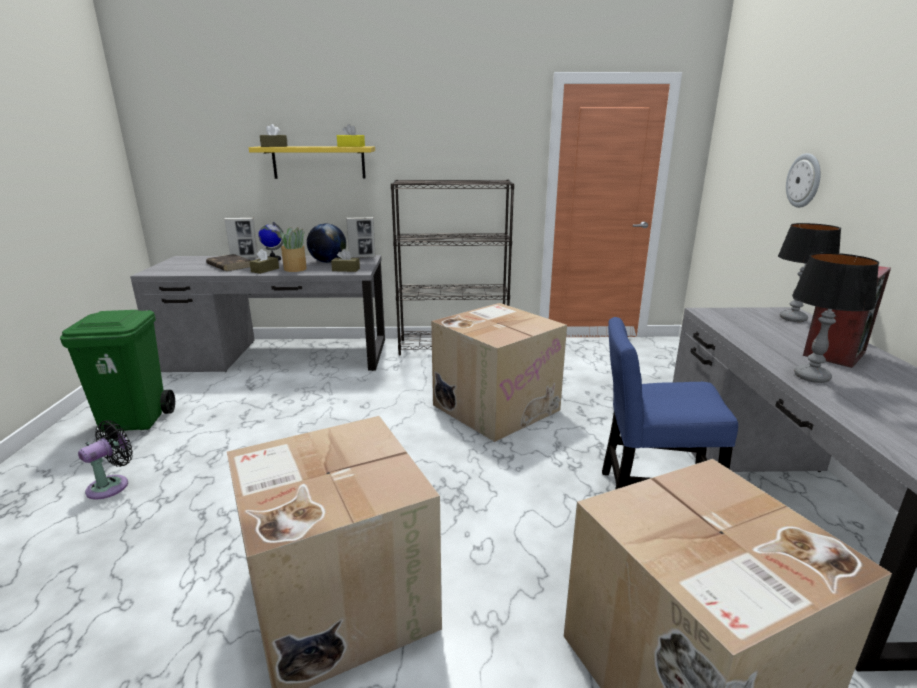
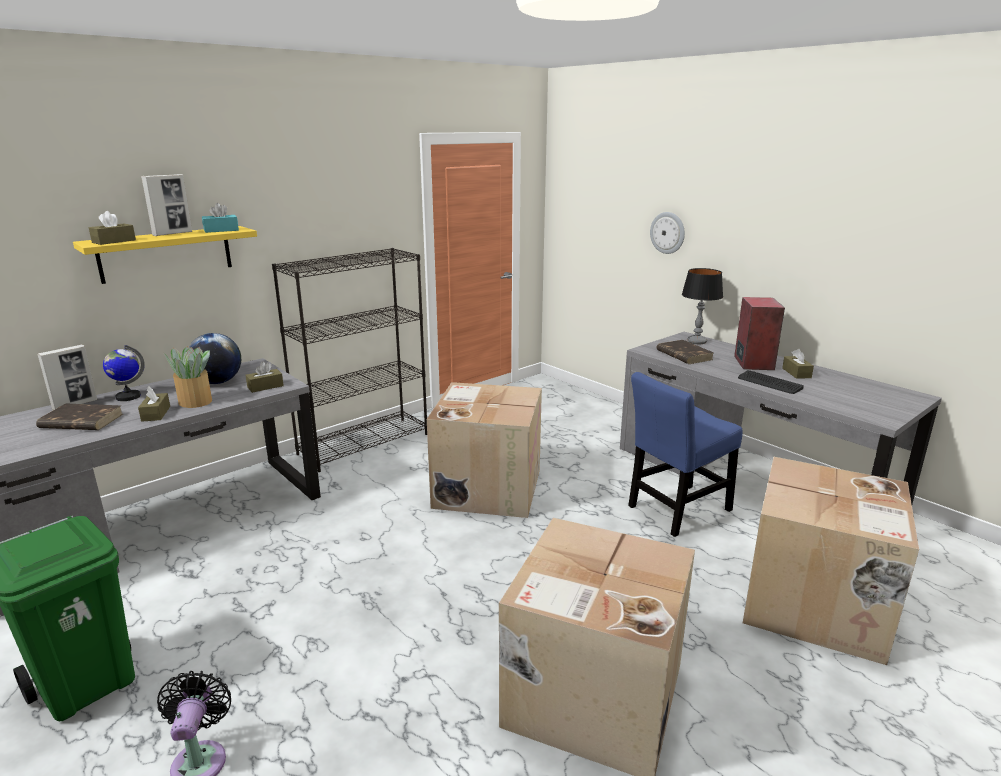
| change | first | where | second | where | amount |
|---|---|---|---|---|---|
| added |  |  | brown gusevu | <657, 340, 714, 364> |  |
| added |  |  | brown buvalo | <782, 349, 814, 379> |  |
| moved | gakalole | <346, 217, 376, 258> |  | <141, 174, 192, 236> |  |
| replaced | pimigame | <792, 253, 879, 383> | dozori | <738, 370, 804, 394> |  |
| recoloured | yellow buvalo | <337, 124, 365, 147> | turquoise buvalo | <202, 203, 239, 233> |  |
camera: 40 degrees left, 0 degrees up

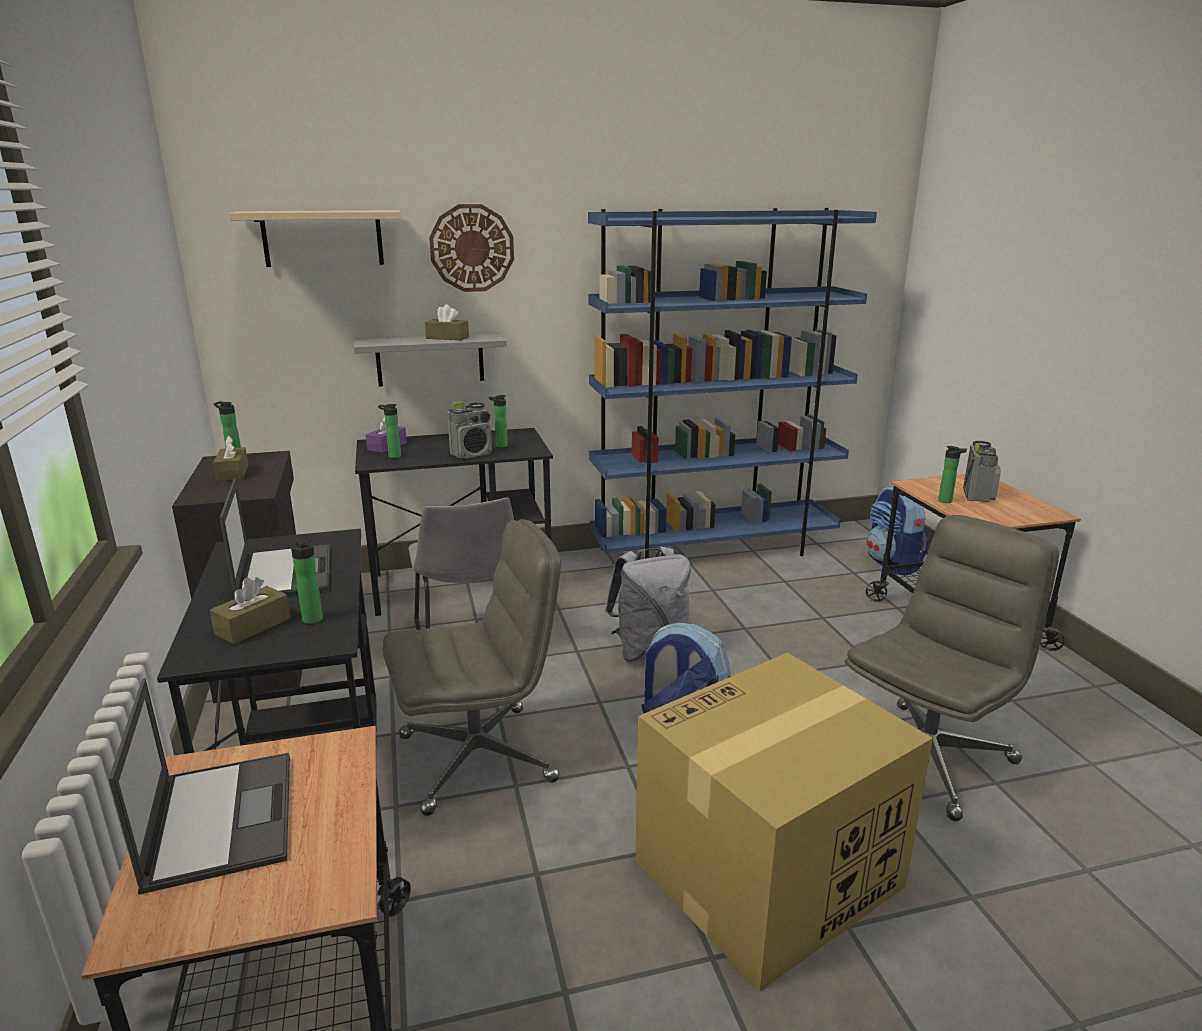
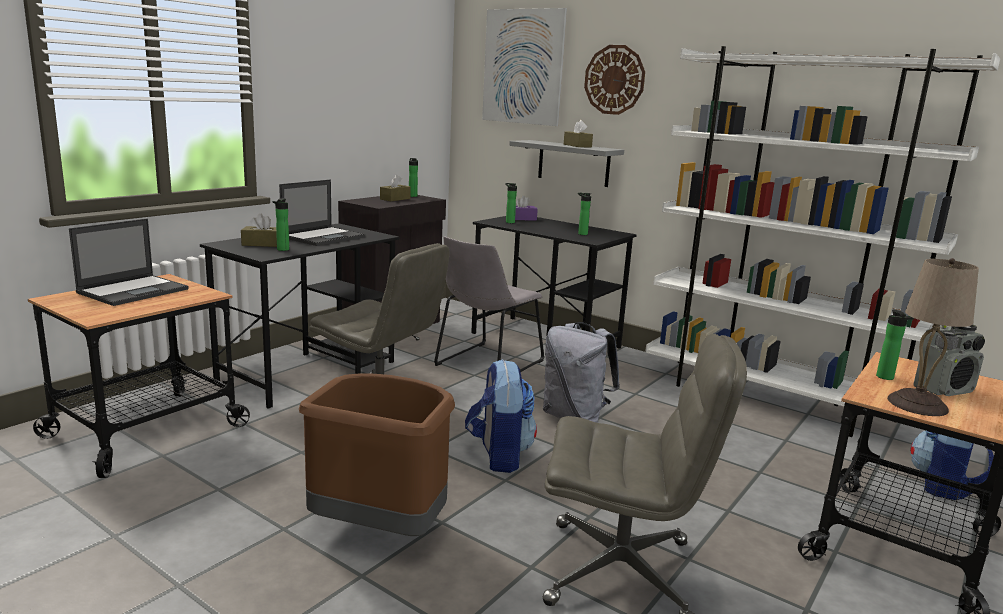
| change | first | where | second | where | amount |
|---|---|---|---|---|---|
| removed | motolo | <447, 402, 492, 459> |  |  |  |
| added |  |  | beige pimigame | <887, 258, 979, 416> |  |
| replaced | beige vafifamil | <229, 210, 401, 267> | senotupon | <482, 8, 567, 126> |  |
| replaced | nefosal | <636, 653, 933, 991> | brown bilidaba | <299, 373, 455, 536> |  |
| recoloured | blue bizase | <588, 208, 877, 559> | white bizase | <645, 46, 1000, 437> |  |
camera: 50 degrees right, 5 degrees down

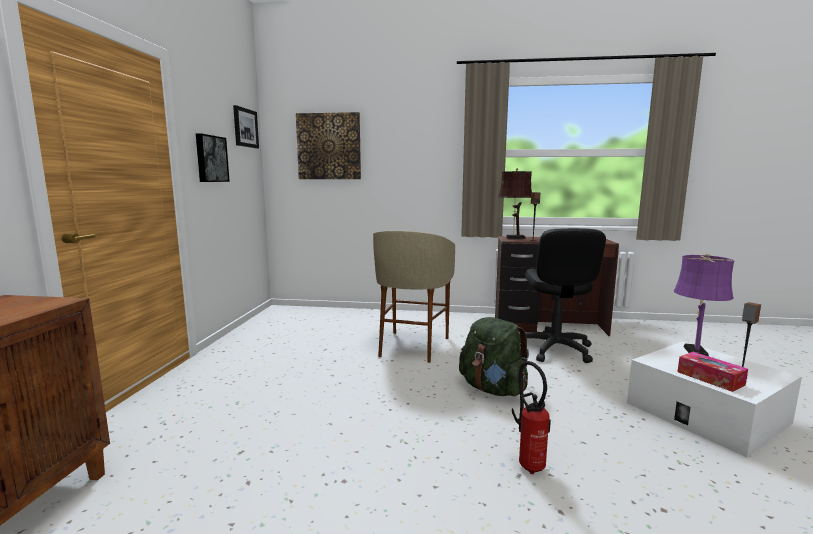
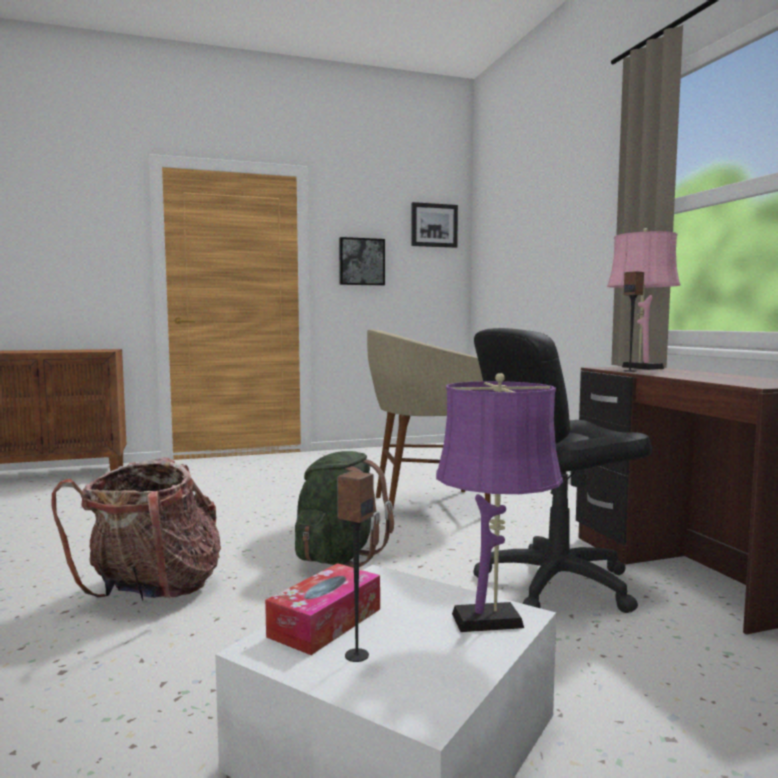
| change | first | where | second | where | amount |
|---|---|---|---|---|---|
| removed | senotupon | <296, 112, 361, 179> |  |  |  |
| replaced | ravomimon | <512, 361, 551, 474> | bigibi | <51, 457, 221, 601> |  |
| recoloured | brown pimigame | <498, 168, 532, 239> | pink pimigame | <607, 228, 681, 370> |  |
camera: 65 degrees right, 5 degrees down

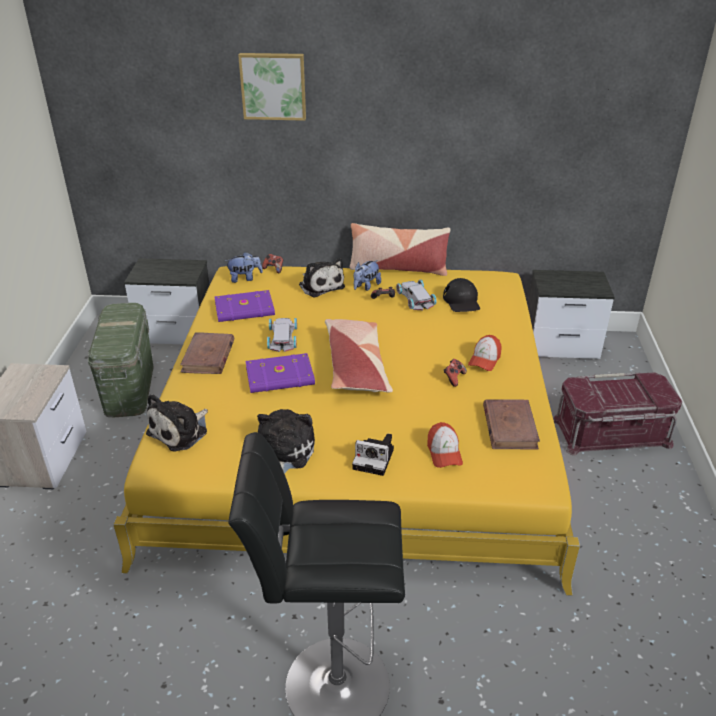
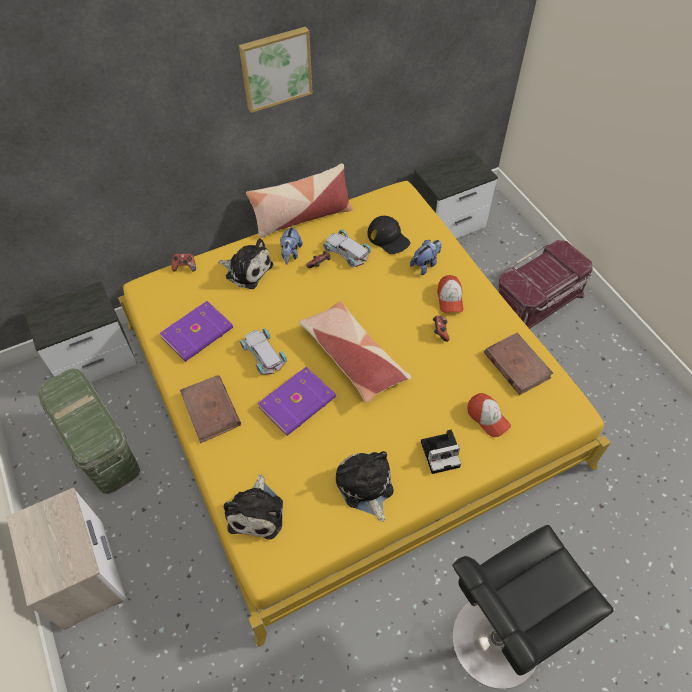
| change | first | where | second | where | amount |
|---|---|---|---|---|---|
| moved | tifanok | <225, 252, 263, 283> |  | <410, 240, 442, 275> |  |
| moved | senotupon | <238, 53, 306, 121> |  | <239, 26, 313, 113> |  |
camera: 30 degrees left, 20 degrees up

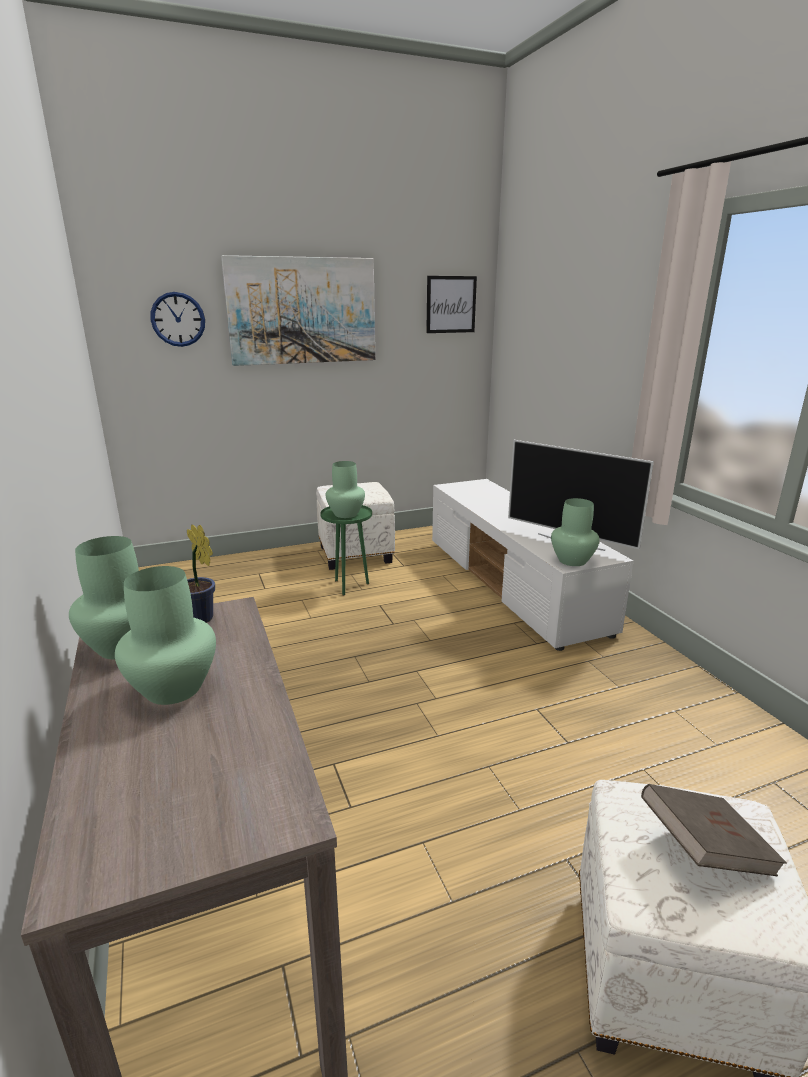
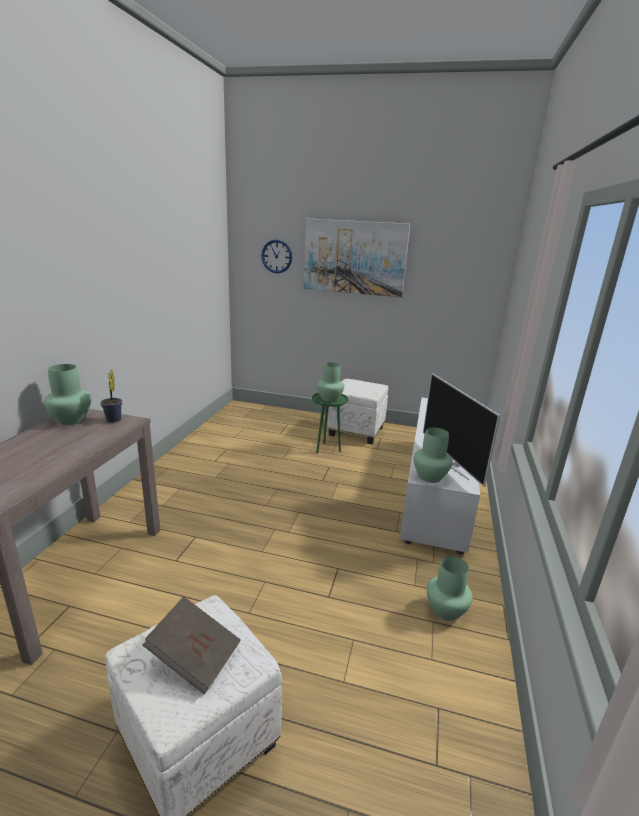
| change | first | where | second | where | amount |
|---|---|---|---|---|---|
| removed | senotupon | <426, 276, 477, 333> |  |  |  |
| moved | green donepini | <115, 566, 216, 705> |  | <427, 556, 473, 621> |  |
camera: 35 degrees right, 0 degrees up

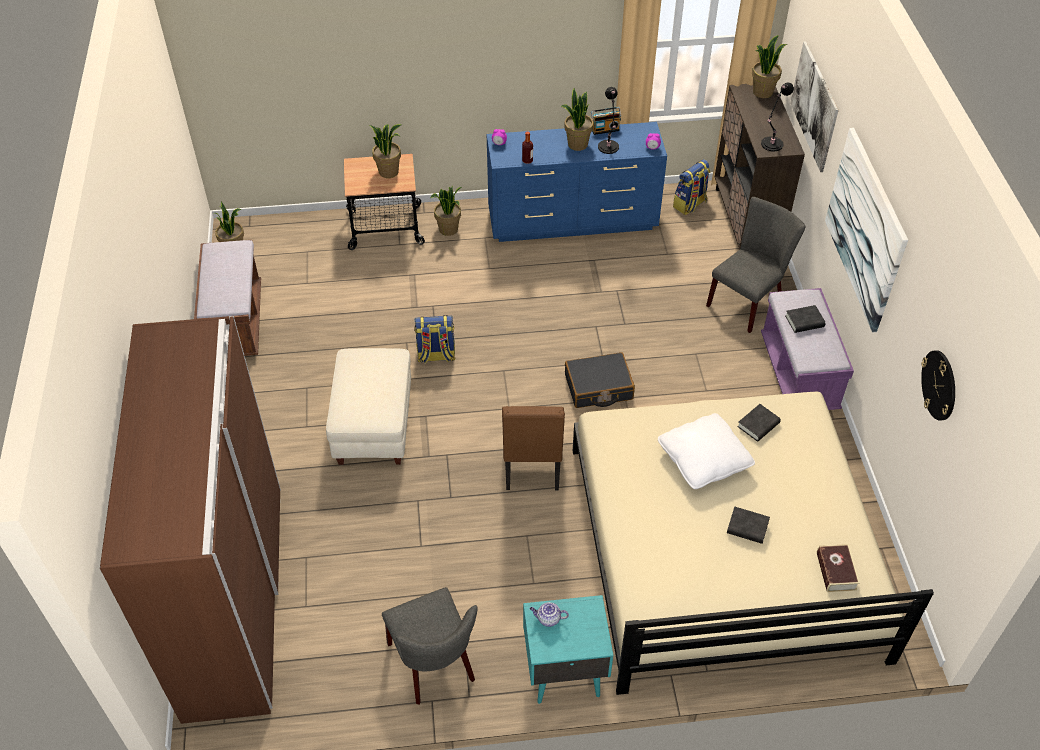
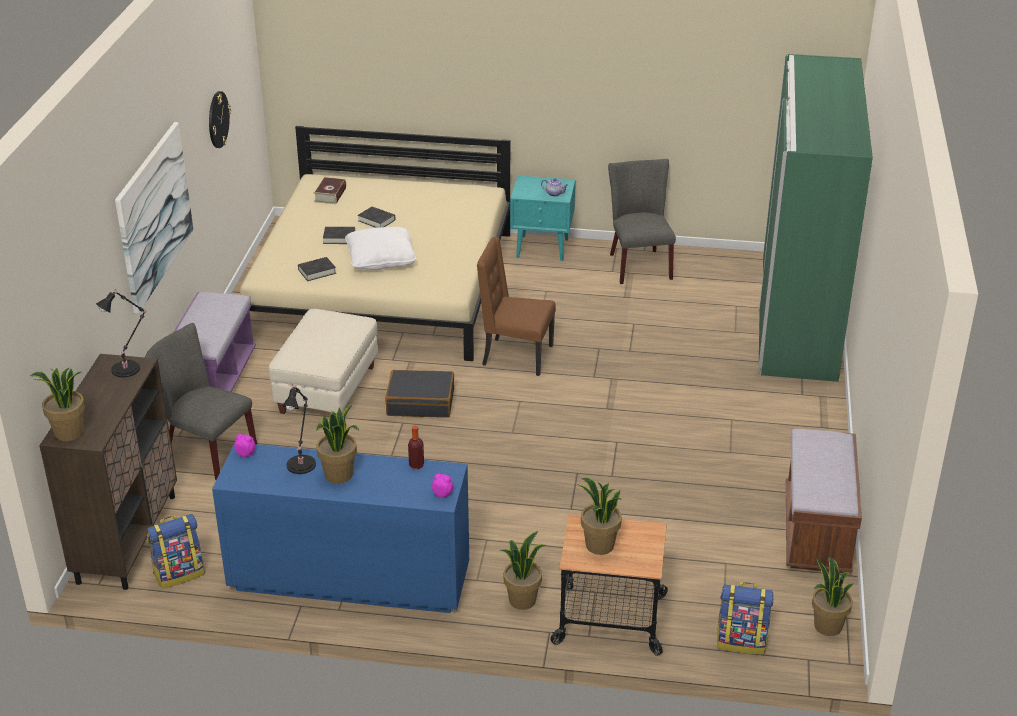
| change | first | where | second | where | amount |
|---|---|---|---|---|---|
| removed | motolo | <591, 107, 621, 135> |  |  |  |
| removed | senotupon | <790, 42, 839, 172> |  |  |  |
| moved | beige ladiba | <326, 348, 411, 465> |  | <269, 309, 378, 414> |  |
| moved | bigibi | <414, 315, 456, 364> |  | <717, 582, 774, 655> |  |
| moved | black gusevu | <785, 305, 826, 333> |  | <323, 227, 355, 244> |  |
| recoloured | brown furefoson | <100, 316, 281, 724> | green furefoson | <758, 54, 873, 382> |  |
| turned | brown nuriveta | <502, 406, 565, 490> |  | <477, 237, 556, 376> | 90 degrees counterclockwise |
| turned | grey nuriveta | <706, 197, 806, 333> |  | <145, 323, 257, 480> | 60 degrees clockwise |
camera: 165 degrees left, 15 degrees down

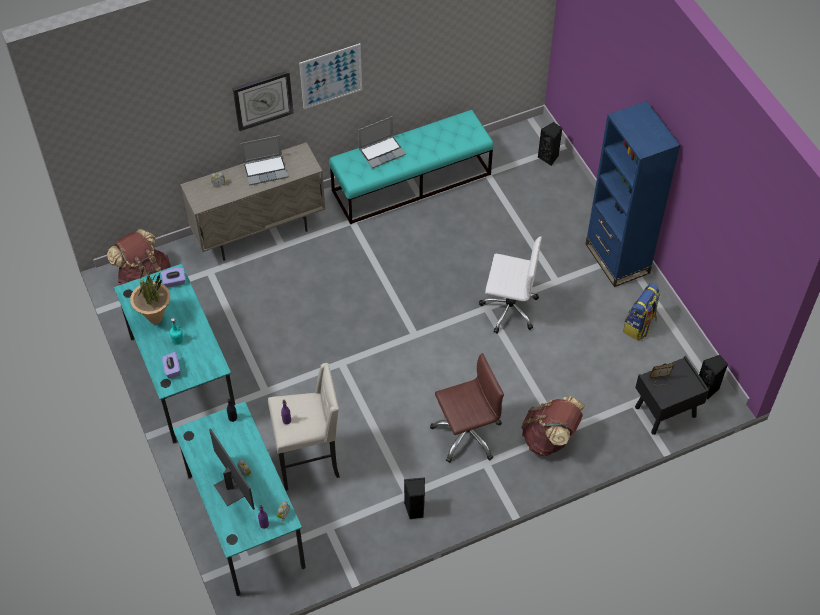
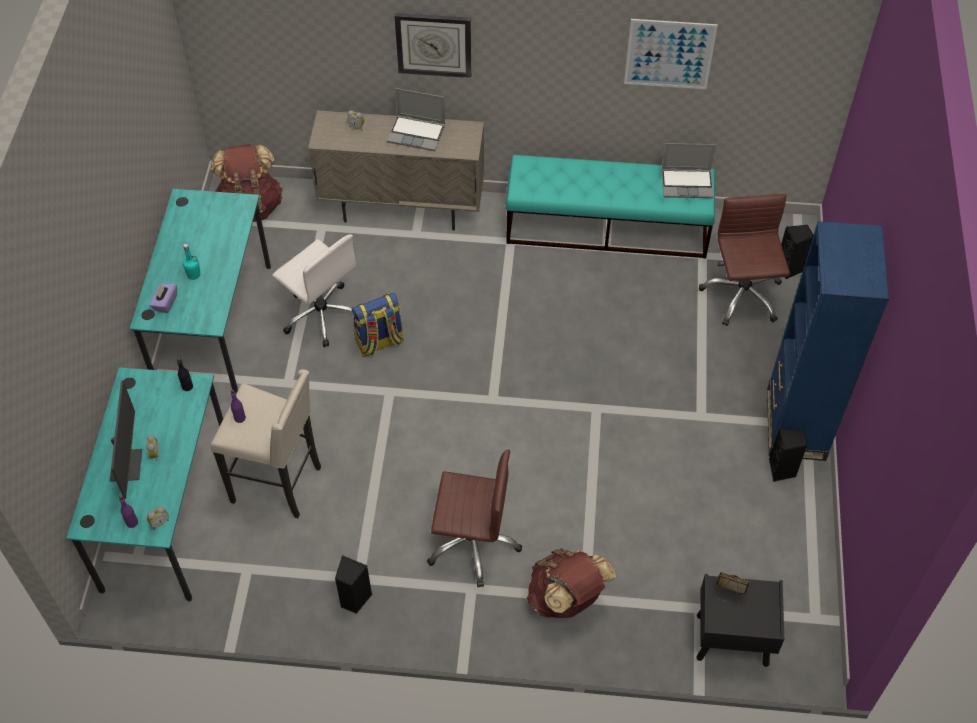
| change | first | where | second | where | amount |
|---|---|---|---|---|---|
| removed | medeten | <130, 266, 170, 324> |  |  |  |
| removed | purple buvalo | <161, 267, 186, 287> |  |  |  |
| added |  |  | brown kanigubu | <699, 194, 790, 326> |  |
| moved | senotupon | <299, 43, 362, 109> |  | <624, 19, 718, 89> |  |
| moved | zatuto | <358, 116, 406, 169> |  | <662, 143, 716, 198> |  |
| moved | white kanigubu | <479, 236, 542, 334> |  | <272, 234, 356, 347> |  |
| moved | bigibi | <623, 284, 660, 341> |  | <352, 293, 404, 357> |  |
| moved | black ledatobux | <699, 355, 728, 399> |  | <769, 427, 808, 482> |  |
camera: 30 degrees right, 0 degrees up

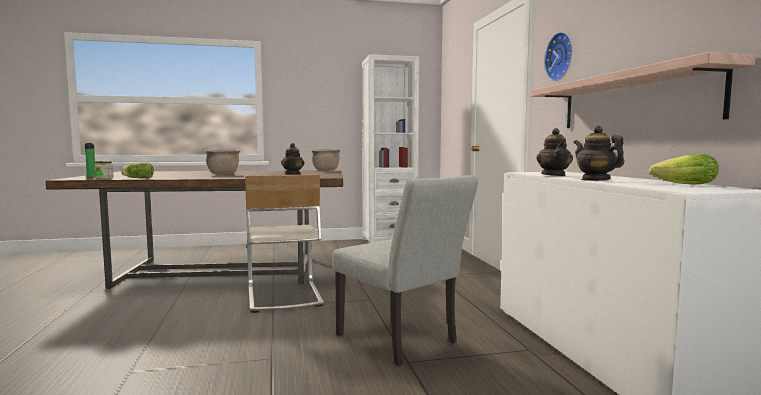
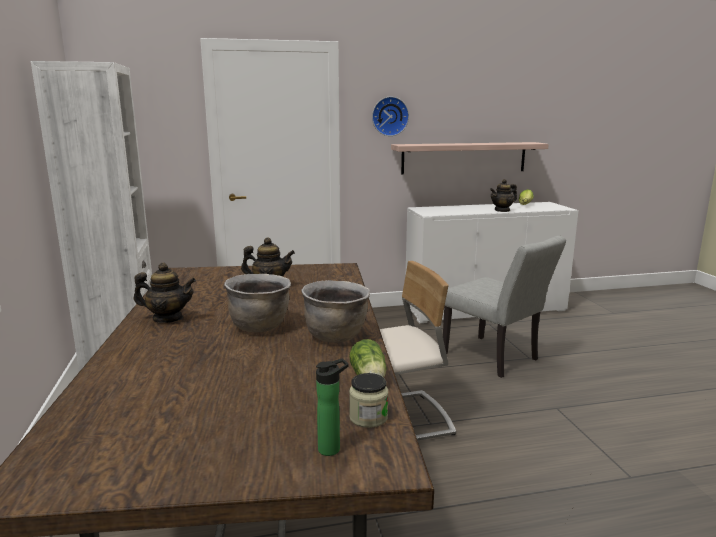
| change | first | where | second | where | amount |
|---|---|---|---|---|---|
| moved | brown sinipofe | <311, 149, 341, 171> |  | <301, 280, 370, 343> |  |
| moved | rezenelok | <536, 128, 573, 176> |  | <134, 263, 196, 323> |  |
| turned | grey nuriveta | <333, 175, 478, 366> |  | <443, 236, 566, 378> | 90 degrees clockwise |
camera: 90 degrees left, 10 degrees up

